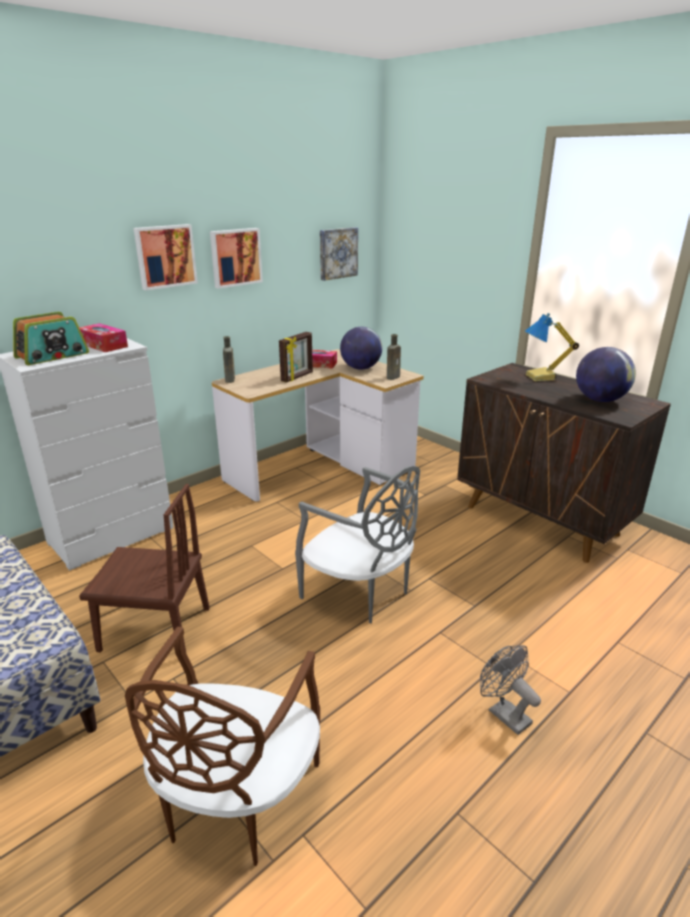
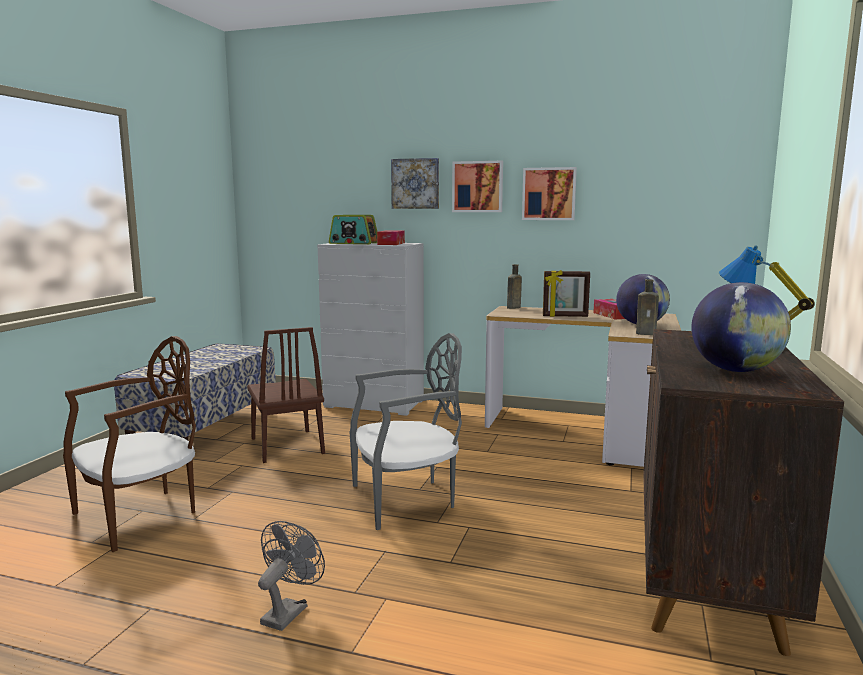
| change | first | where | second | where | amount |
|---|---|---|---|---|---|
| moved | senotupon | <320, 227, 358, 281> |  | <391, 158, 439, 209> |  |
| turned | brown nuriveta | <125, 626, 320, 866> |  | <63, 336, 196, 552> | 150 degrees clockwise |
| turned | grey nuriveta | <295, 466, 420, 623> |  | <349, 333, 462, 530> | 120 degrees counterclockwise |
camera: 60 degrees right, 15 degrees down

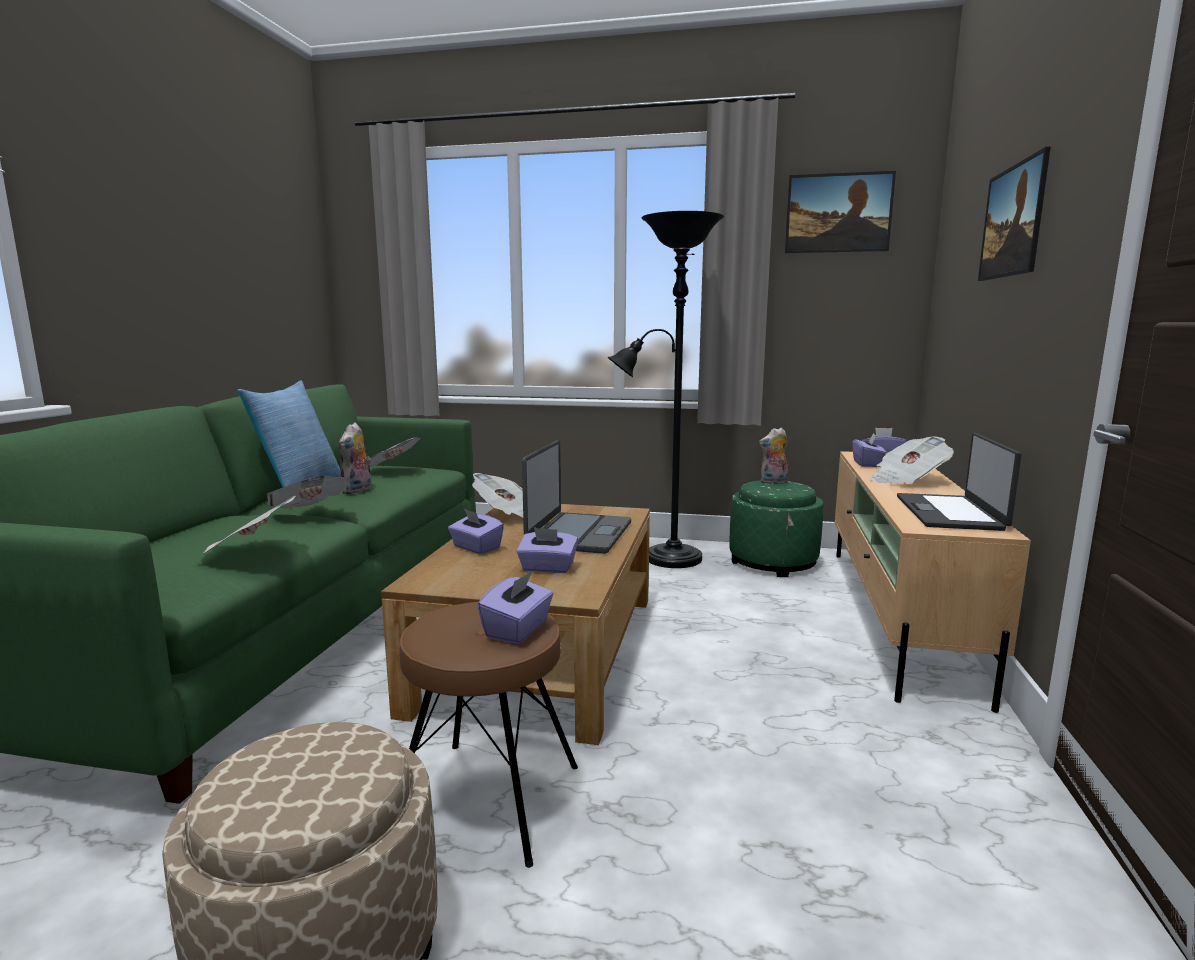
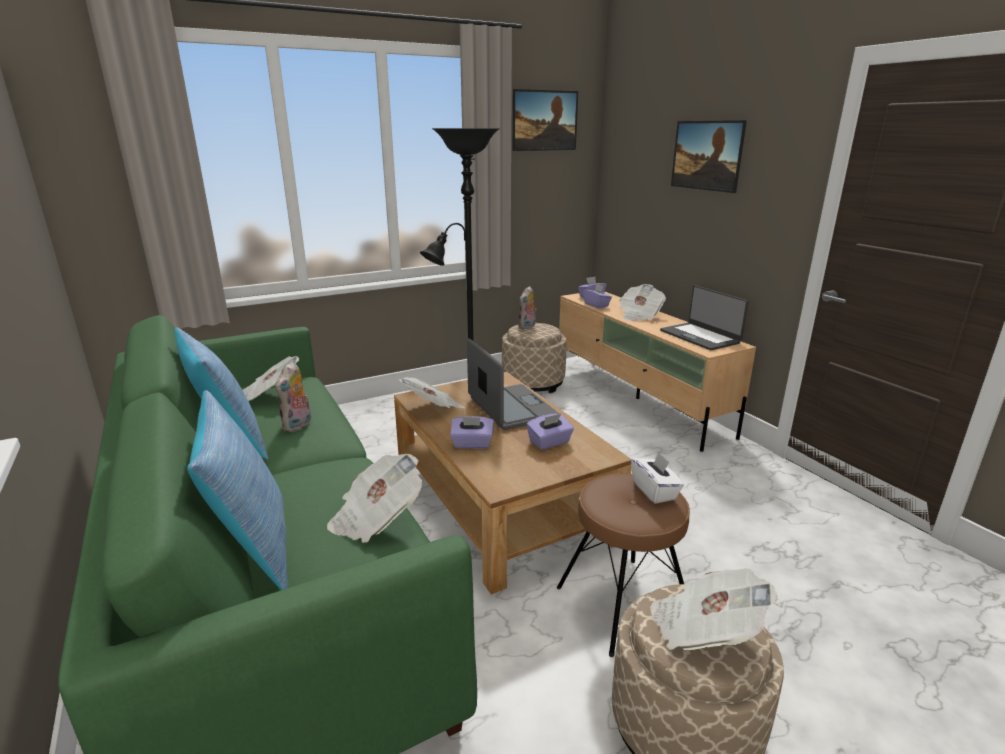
| change | first | where | second | where | amount |
|---|---|---|---|---|---|
| added |  |  | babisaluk | <187, 390, 288, 590> |  |
| moved | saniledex | <267, 475, 349, 509> |  | <650, 568, 778, 650> |  |
| recoloured | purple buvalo | <478, 571, 554, 644> | white buvalo | <631, 451, 684, 504> |  |
| recoloured | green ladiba | <730, 480, 823, 577> | beige ladiba | <502, 323, 567, 393> |  |
| turned | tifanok | <339, 422, 371, 494> |  | <275, 361, 311, 432> | 45 degrees clockwise |
camera: 40 degrees left, 10 degrees up

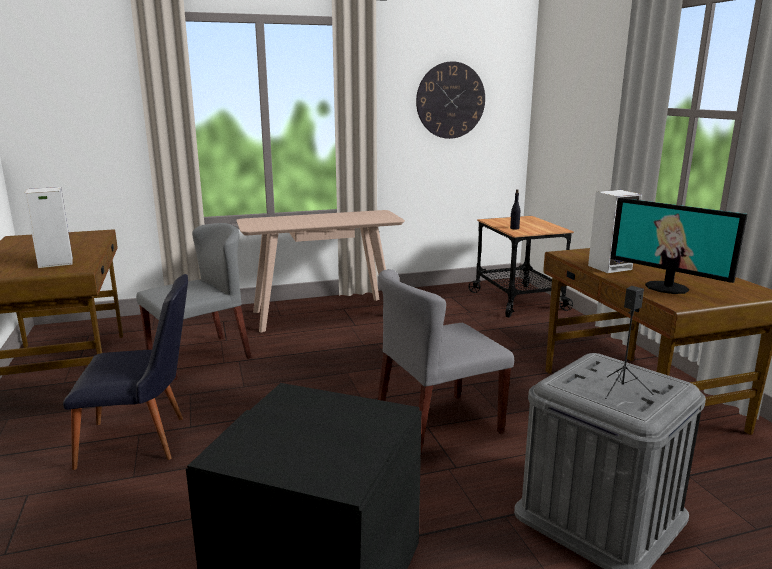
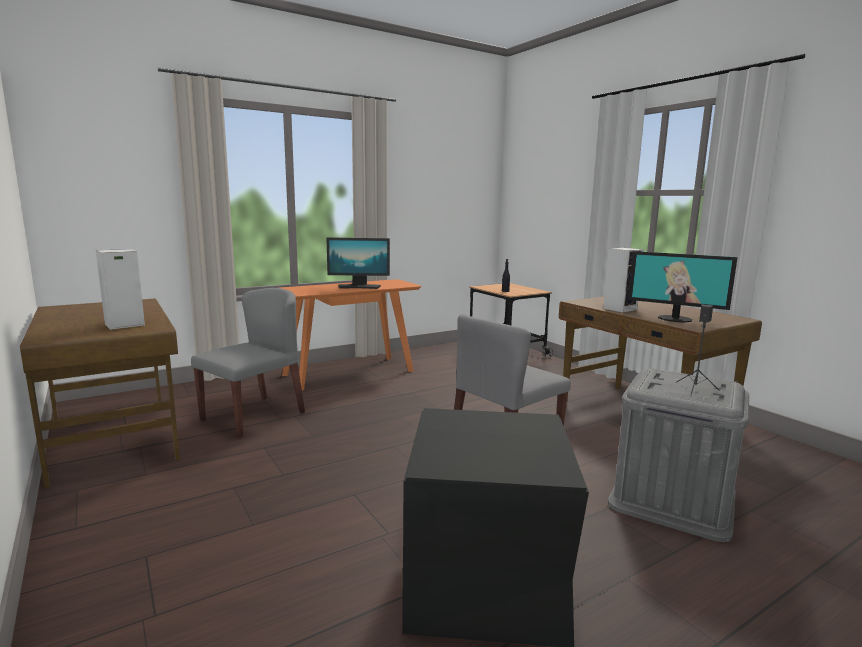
| change | first | where | second | where | amount |
|---|---|---|---|---|---|
| removed | black nuriveta | <63, 274, 188, 470> |  |  |  |
| removed | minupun | <416, 61, 485, 139> |  |  |  |
| added |  |  | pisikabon | <326, 237, 390, 289> |  |
| recoloured | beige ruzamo | <236, 210, 405, 332> | orange ruzamo | <280, 279, 421, 391> |  |
camera: 15 degrees left, 5 degrees down

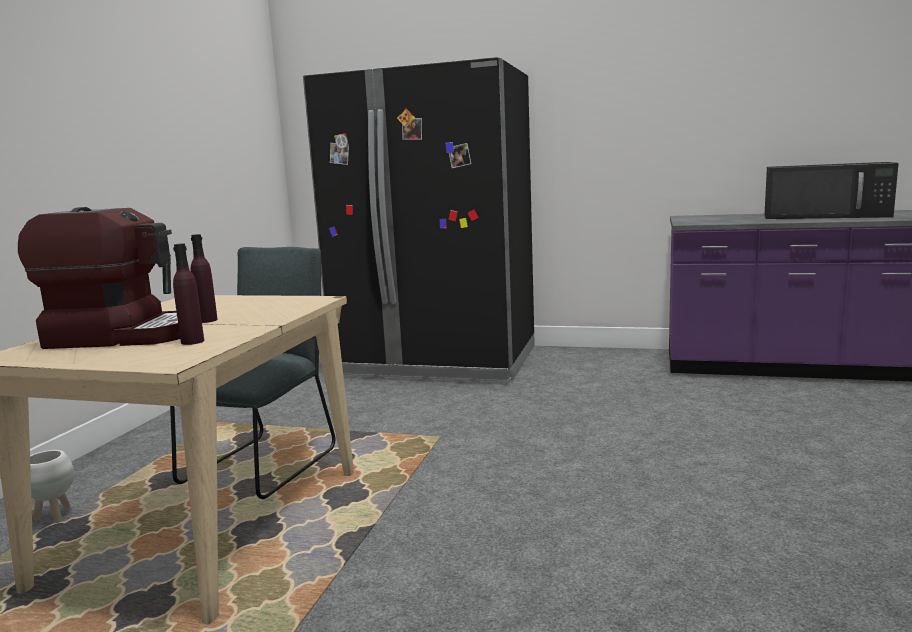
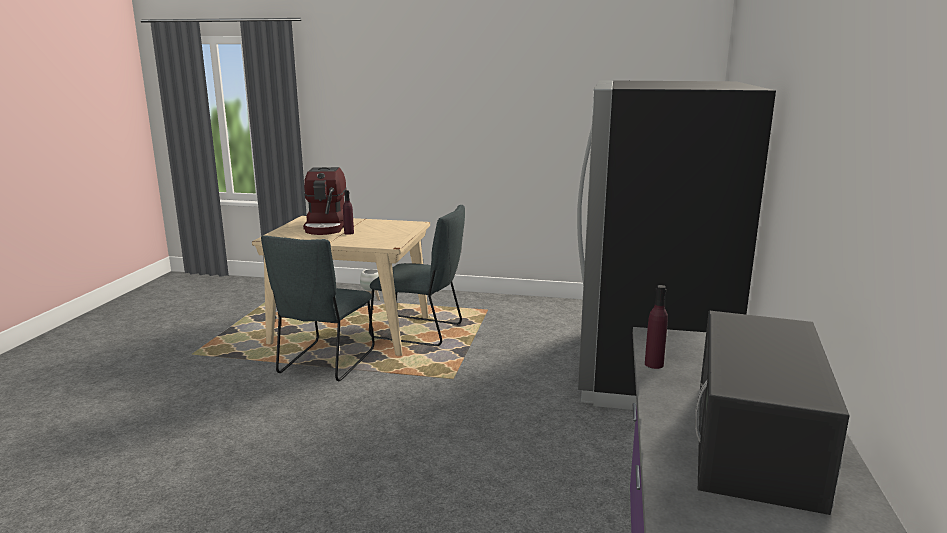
| change | first | where | second | where | amount |
|---|---|---|---|---|---|
| added |  |  | grey nuriveta | <261, 235, 375, 381> |  |
| moved | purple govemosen | <173, 243, 204, 345> |  | <645, 285, 668, 369> |  |
camera: 85 degrees right, 5 degrees up

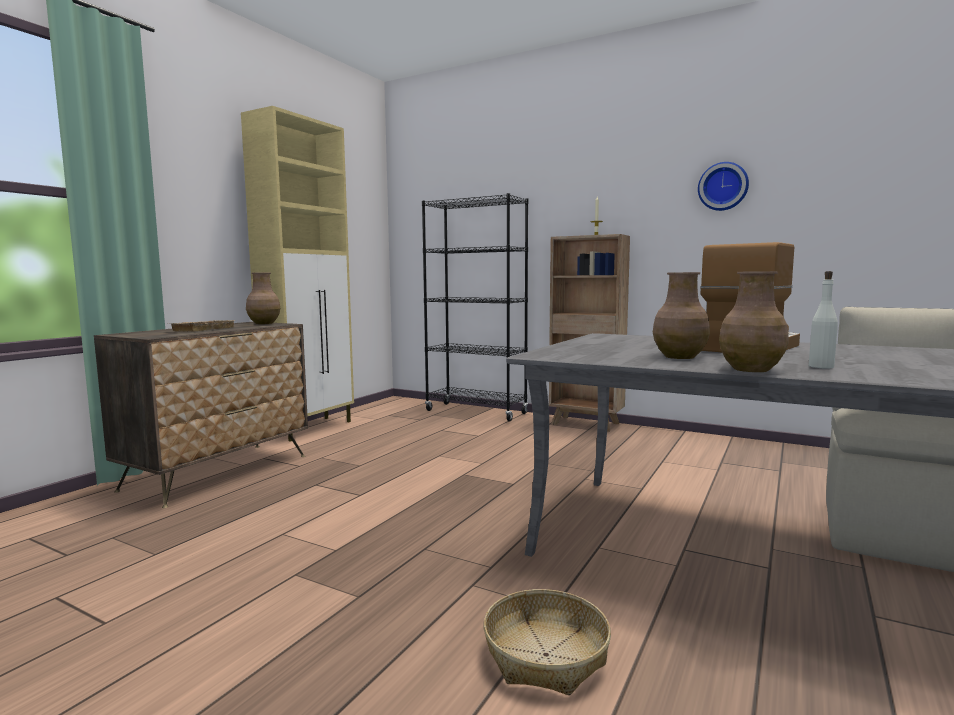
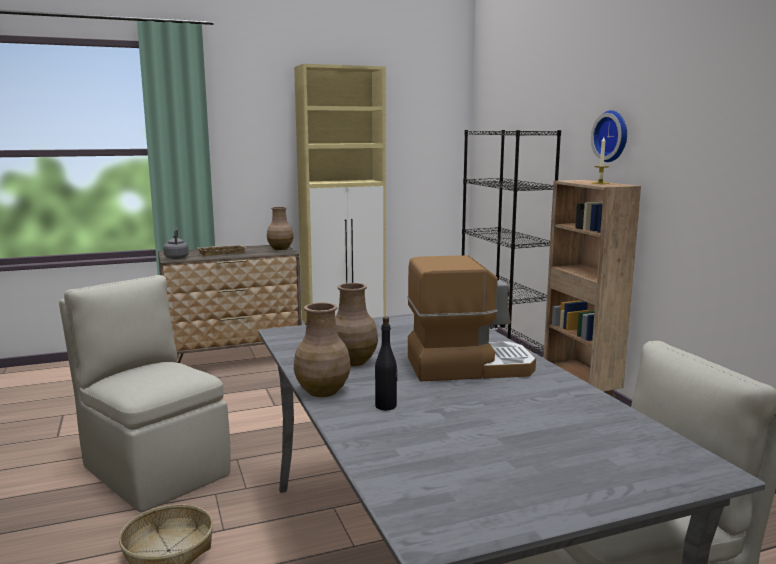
| change | first | where | second | where | amount |
|---|---|---|---|---|---|
| added |  |  | beige nuriveta | <59, 275, 231, 512> |  |
| added |  |  | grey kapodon | <163, 228, 189, 259> |  |
| moved | minupun | <698, 162, 749, 211> |  | <591, 110, 627, 162> |  |
| recoloured | white govemosen | <809, 271, 838, 368> | black govemosen | <375, 317, 398, 410> |  |
camera: 40 degrees right, 5 degrees up

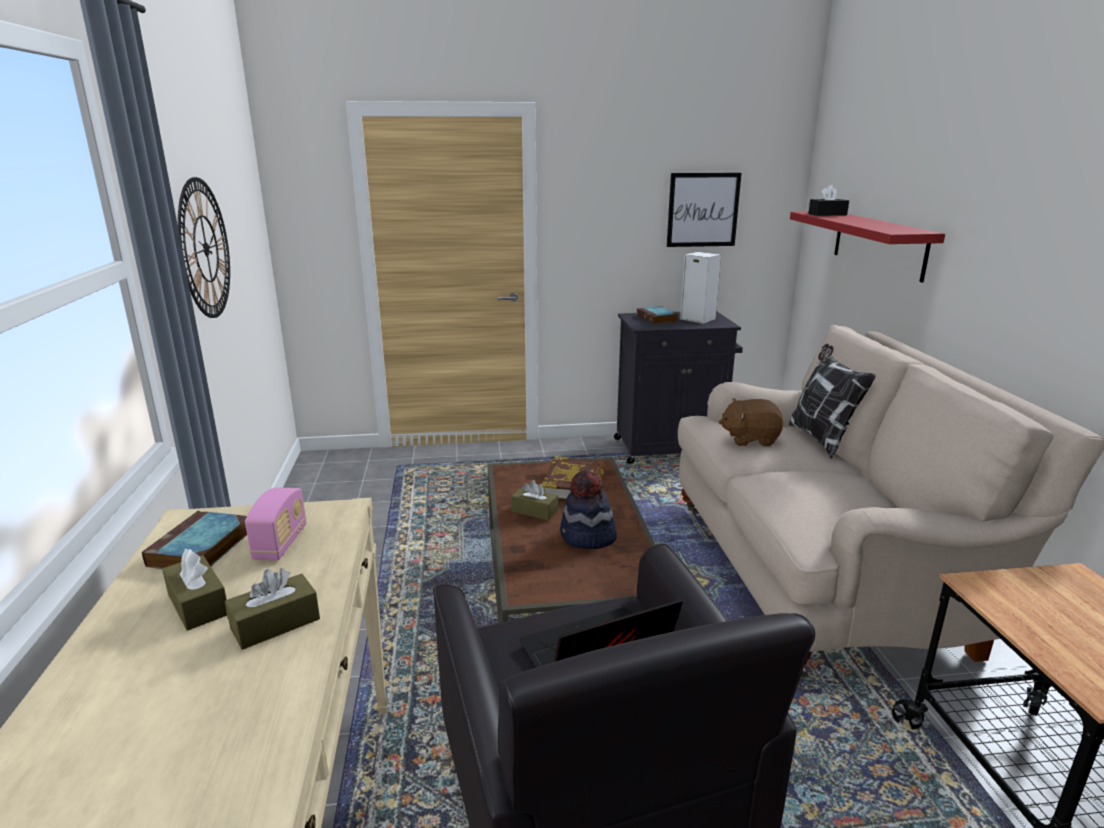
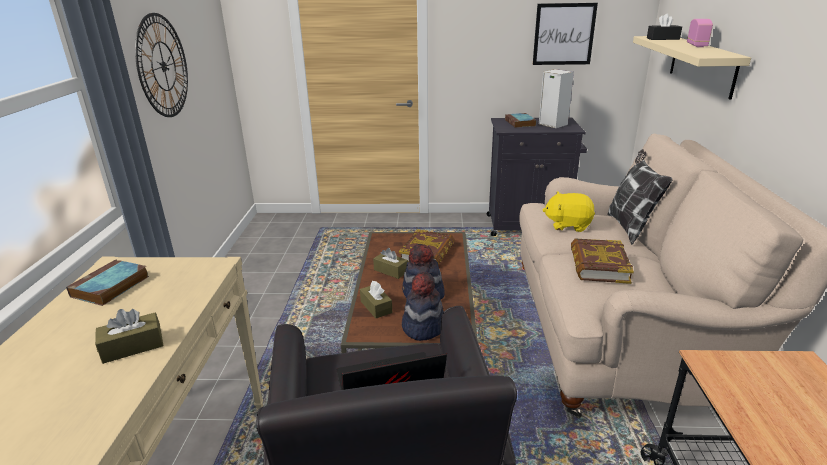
| change | first | where | second | where | amount |
|---|---|---|---|---|---|
| added |  |  | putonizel | <402, 272, 444, 341> |  |
| added |  |  | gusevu | <571, 239, 634, 284> |  |
| moved | brown buvalo | <162, 549, 227, 631> |  | <360, 281, 392, 318> |  |
| moved | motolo | <245, 487, 306, 560> |  | <687, 19, 713, 47> |  |
| recoloured | brown tifanok | <719, 398, 783, 447> | yellow tifanok | <543, 192, 595, 232> |  |
| recoloured | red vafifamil | <790, 212, 945, 282> | beige vafifamil | <633, 36, 751, 100> |  |
camera: 10 degrees right, 5 degrees up

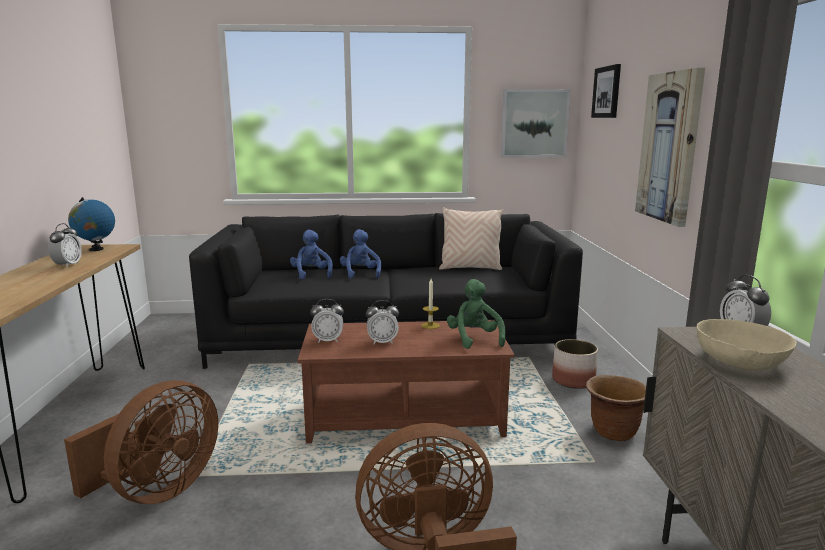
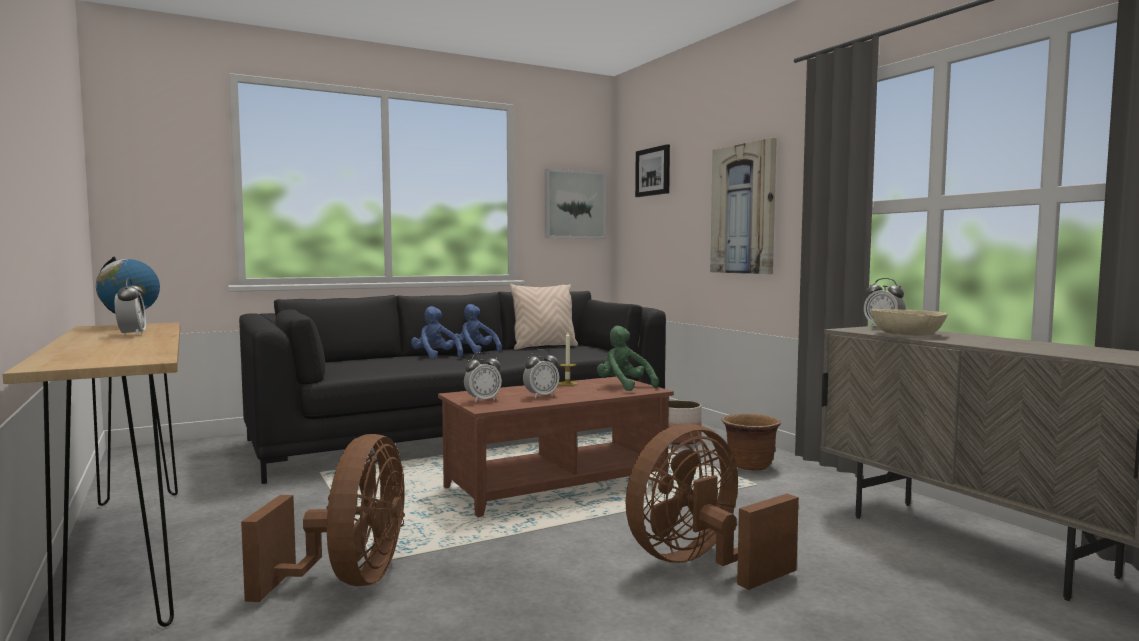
| change | first | where | second | where | amount |
|---|---|---|---|---|---|
| moved | blue tifanok | <290, 230, 333, 280> |  | <455, 304, 502, 354> |  |
camera: 25 degrees left, 10 degrees down

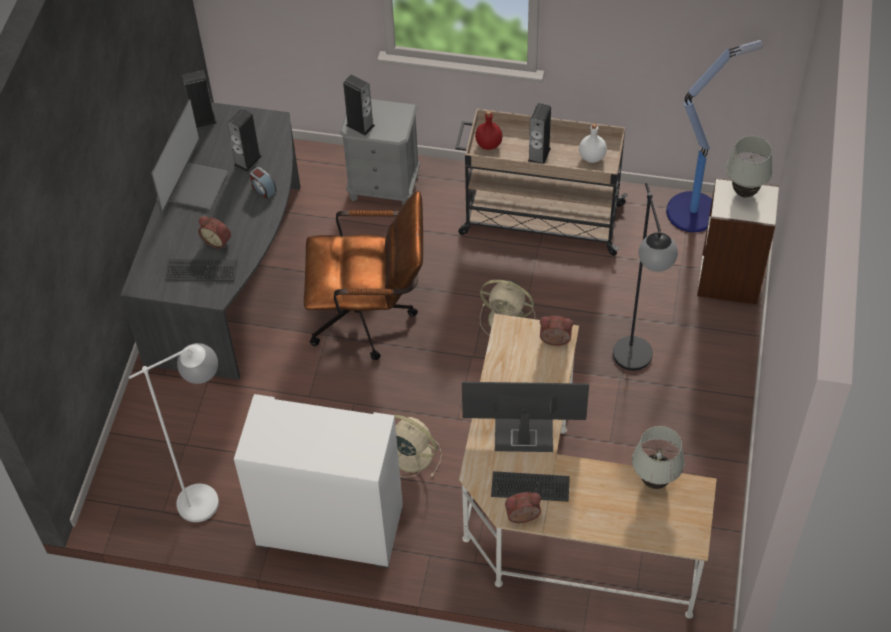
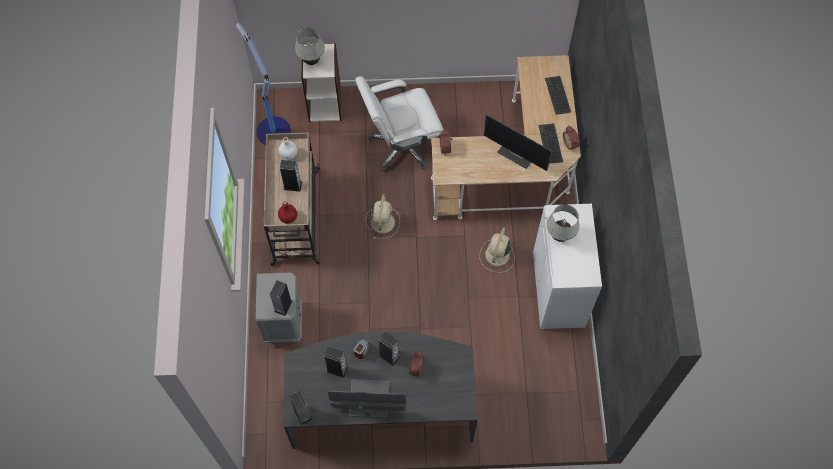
| change | first | where | second | where | amount |
|---|---|---|---|---|---|
| removed | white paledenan | <129, 343, 219, 522> |  |  |  |
| removed | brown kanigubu | <304, 191, 423, 360> |  |  |  |
| added |  |  | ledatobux | <379, 332, 401, 366> |  |
| moved | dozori | <165, 259, 237, 281> |  | <545, 76, 571, 115> |  |
| moved | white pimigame | <632, 426, 685, 489> |  | <546, 204, 580, 242> |  |
| replaced | black paledenan | <613, 183, 678, 371> | white kanigubu | <355, 76, 443, 172> |  |
| turned | pisikabon | <462, 382, 589, 452> |  | <484, 114, 552, 171> | 45 degrees counterclockwise |
camera: 105 degrees left, 10 degrees up

